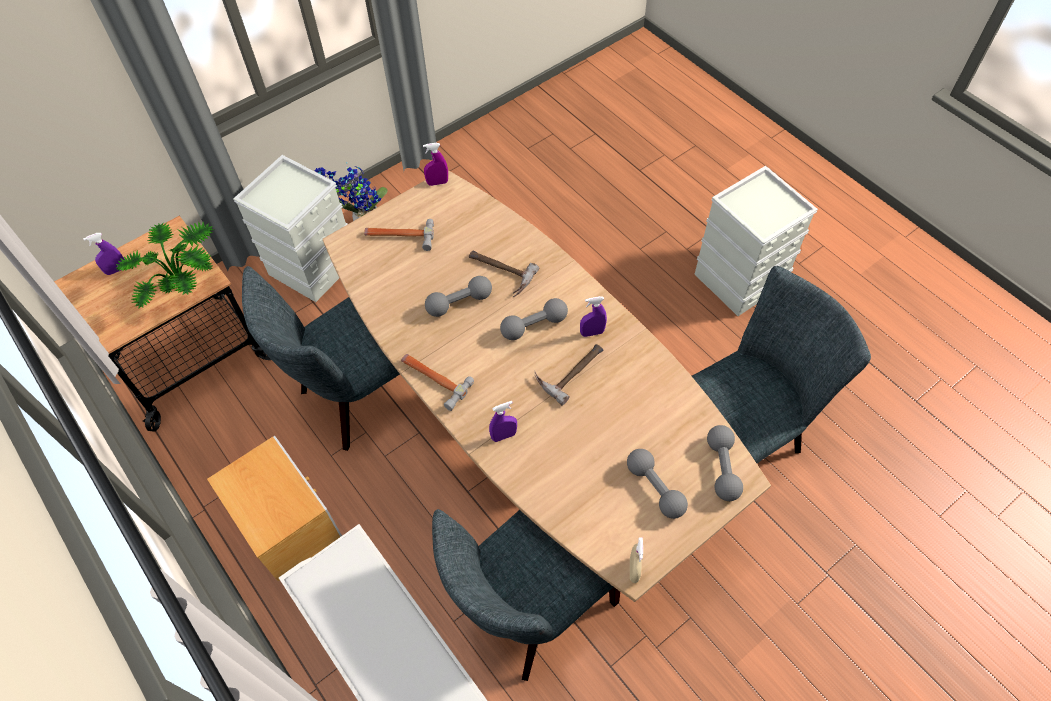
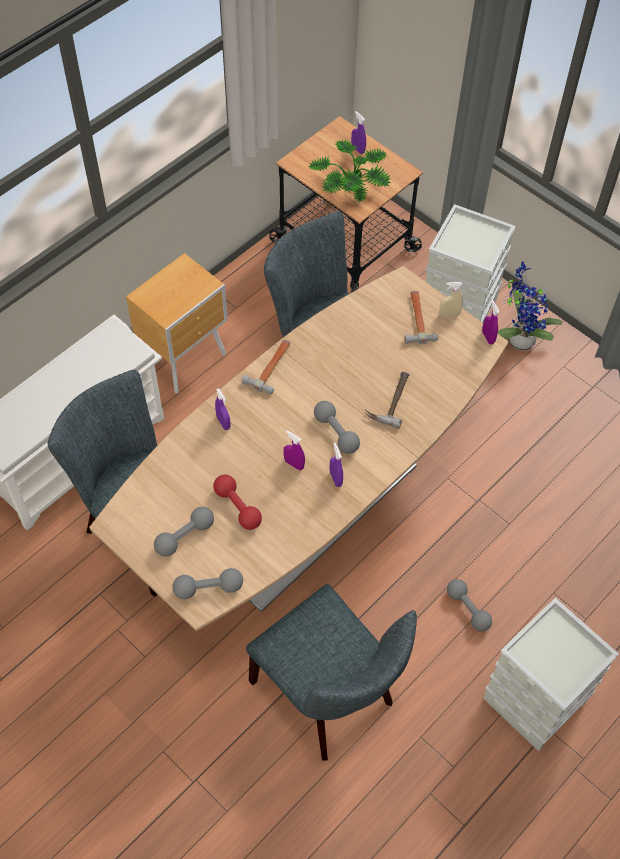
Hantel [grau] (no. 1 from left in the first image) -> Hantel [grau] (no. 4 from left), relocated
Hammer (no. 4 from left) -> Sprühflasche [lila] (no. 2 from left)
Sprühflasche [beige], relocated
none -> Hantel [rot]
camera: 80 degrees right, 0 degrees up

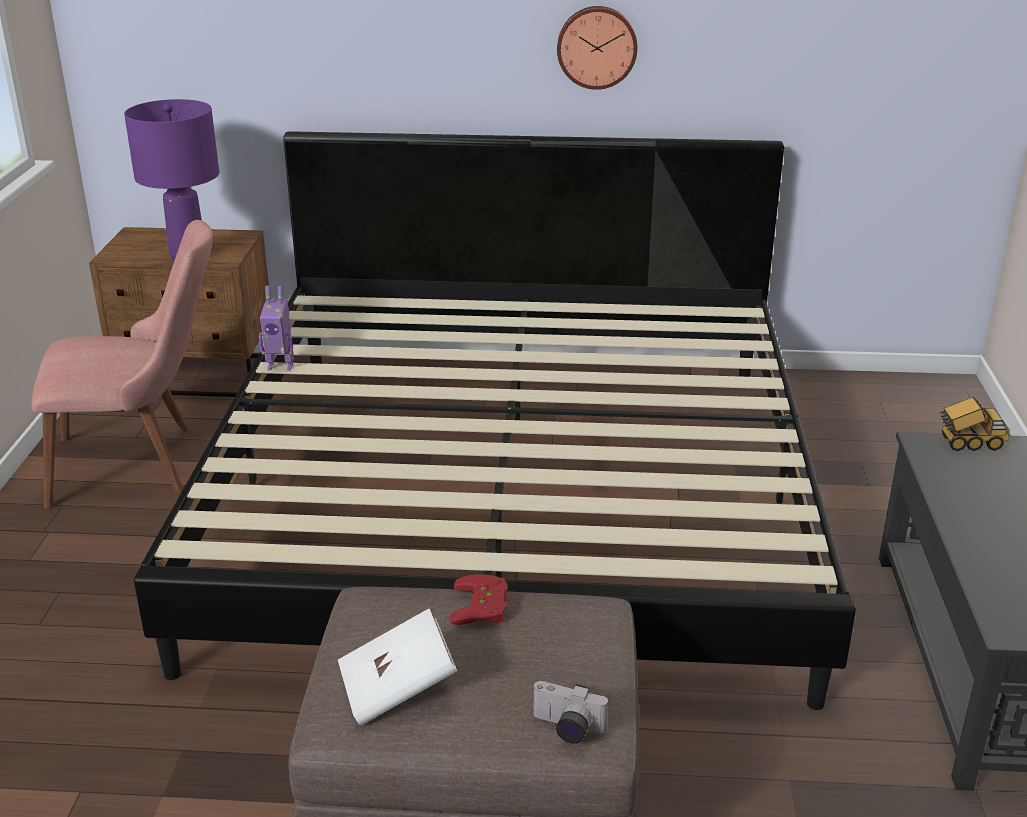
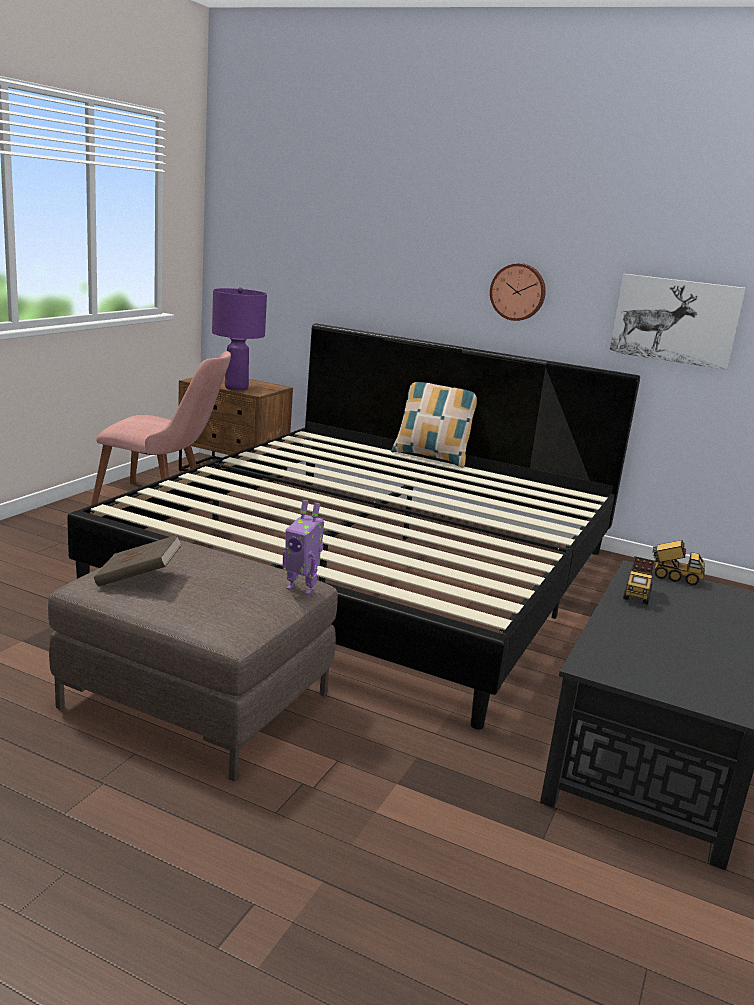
Spielzeugroboter, relocated
Gamepad [rot] -> none
Buch [weiß] -> Buch [braun]
Kamera -> none
none -> Bild
none -> Kissen
none -> Spielzeuglaster (no. 1 from left)
camera: 20 degrees right, 10 degrees down

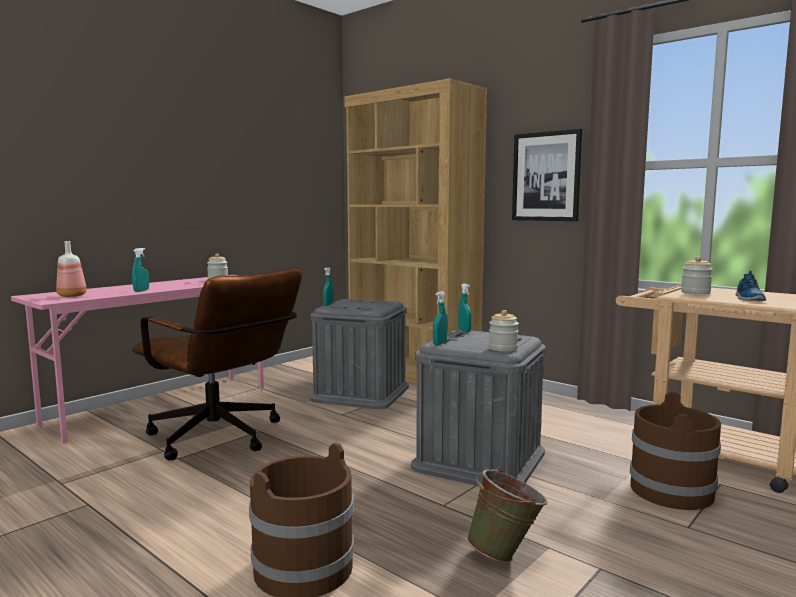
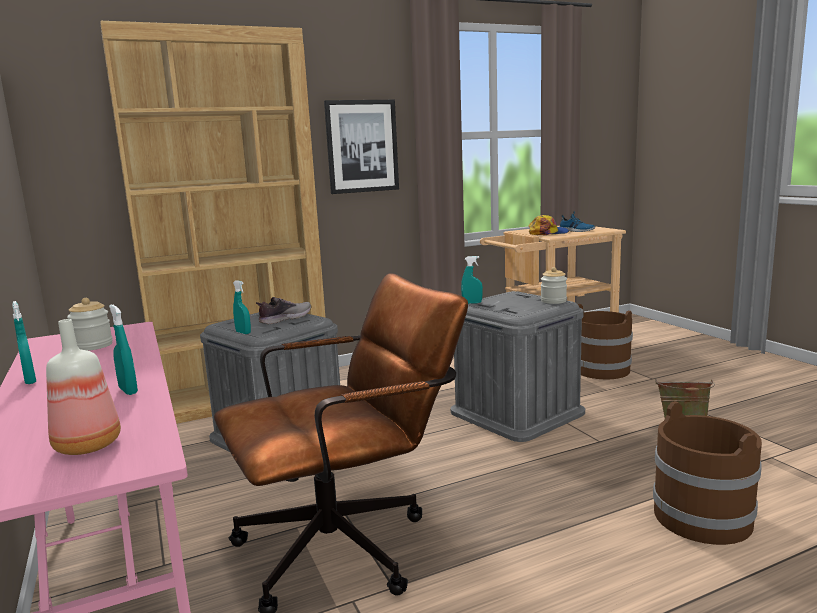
Vorratsglas (no. 3 from left) -> Kappe
Sprühflasche [türkis] (no. 3 from left in the first image) -> Sprühflasche [türkis] (no. 1 from left), relocated
none -> Schuh (no. 1 from left)
camera: 65 degrees left, 5 degrees up

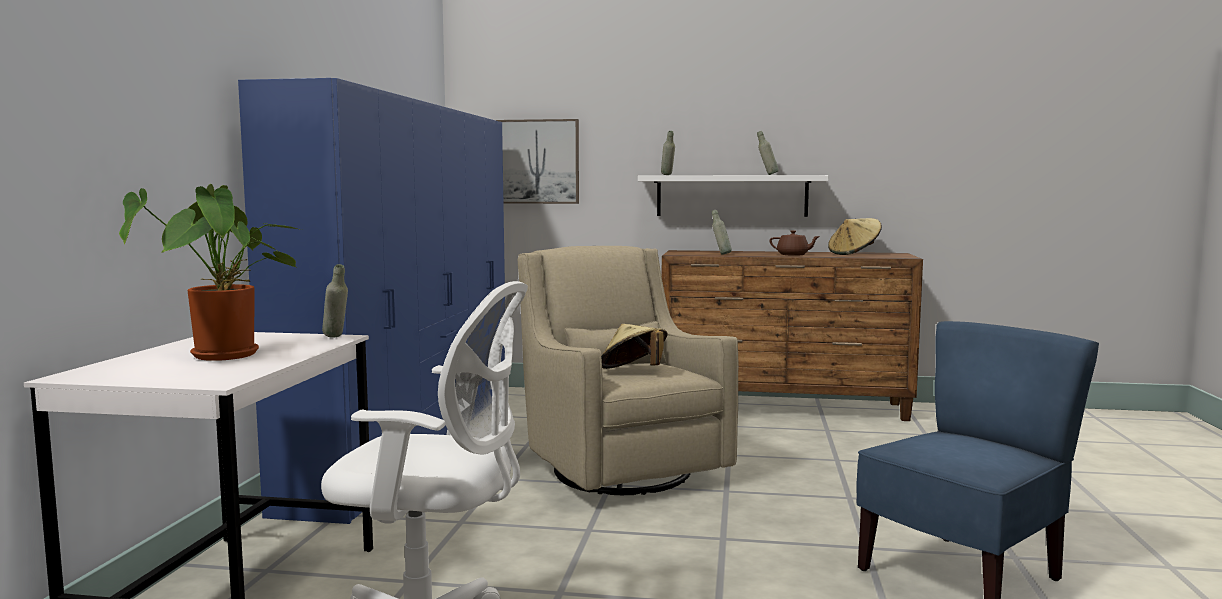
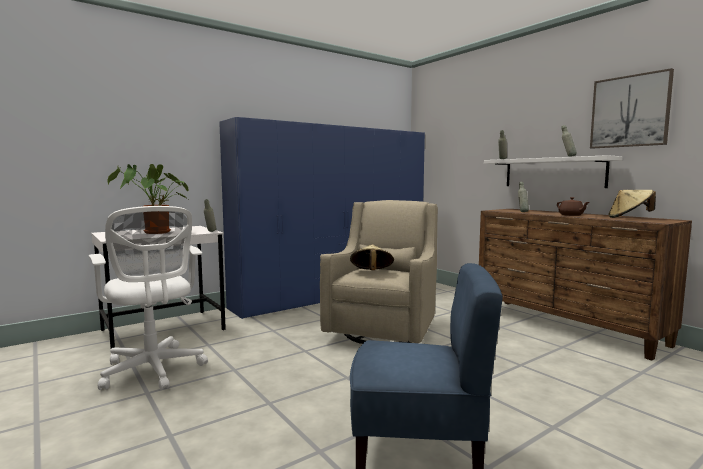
Bild, relocated
camera: 45 degrees right, 0 degrees up

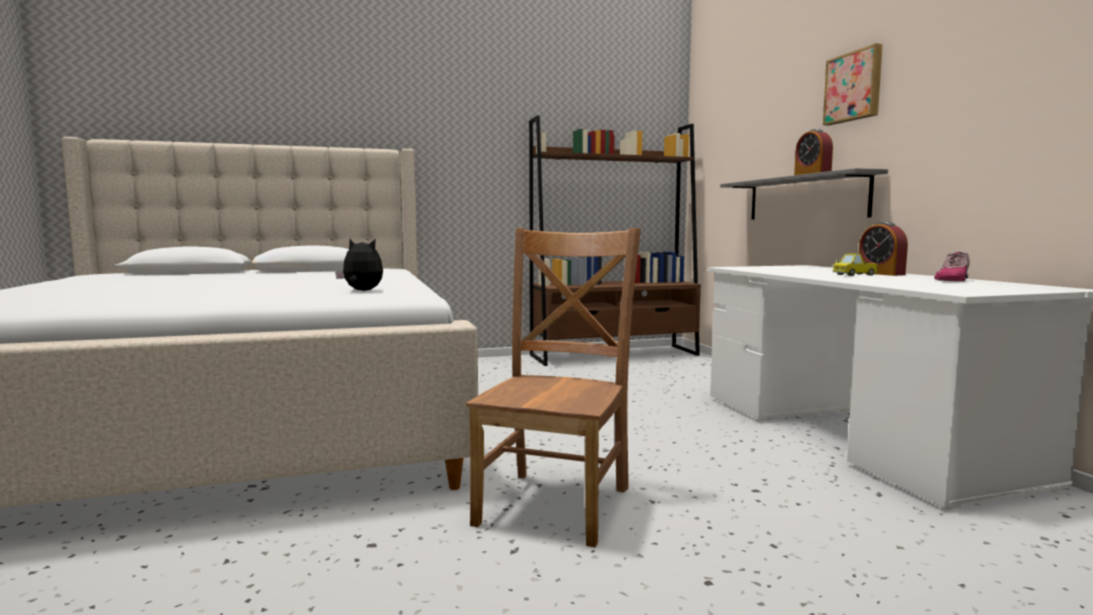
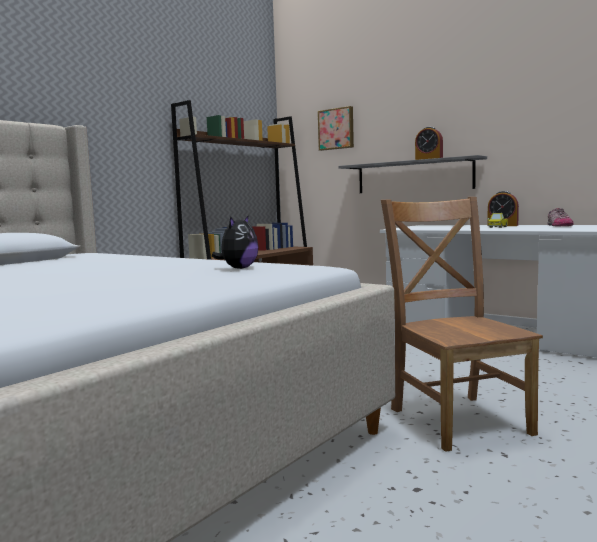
Bild, relocated
Plüschtier, 135 degrees clockwise
camera: 35 degrees left, 0 degrees up

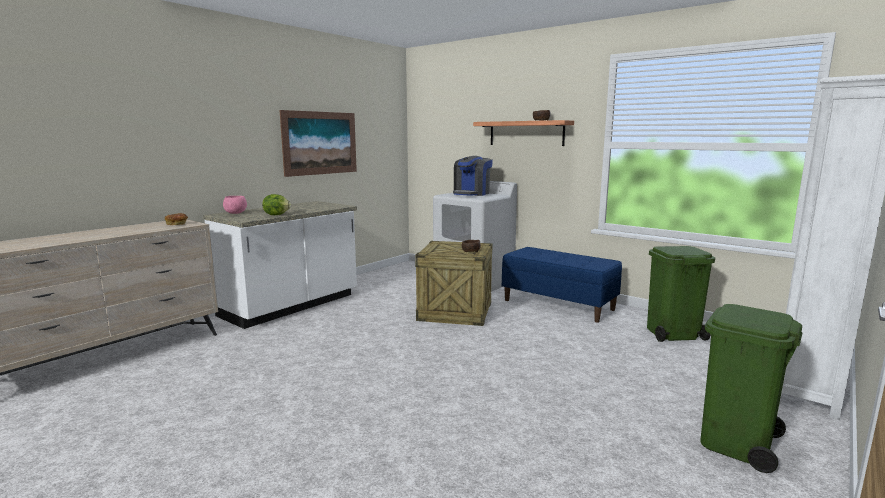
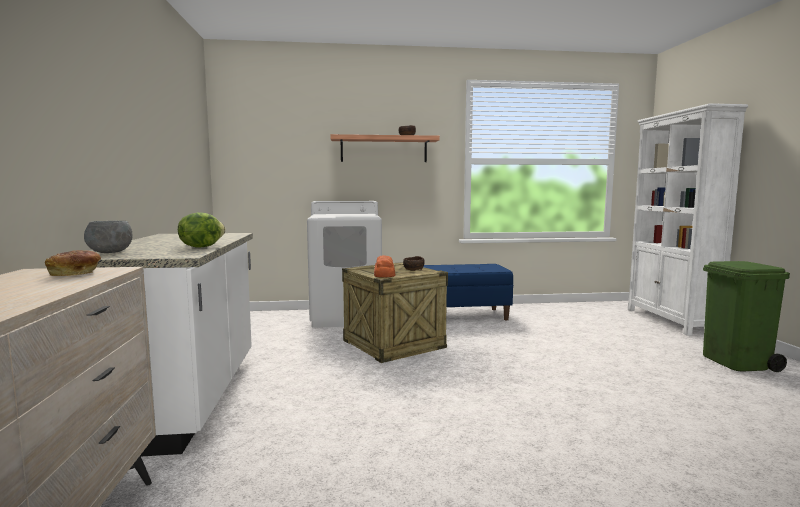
Bild -> none
Kaffeemaschine -> none
Schüssel [rosa] -> Schüssel [grau]
Mülleimer [grün] (no. 1 from left) -> none
none -> Brot (no. 2 from left)
camera: 45 degrees left, 5 degrees down

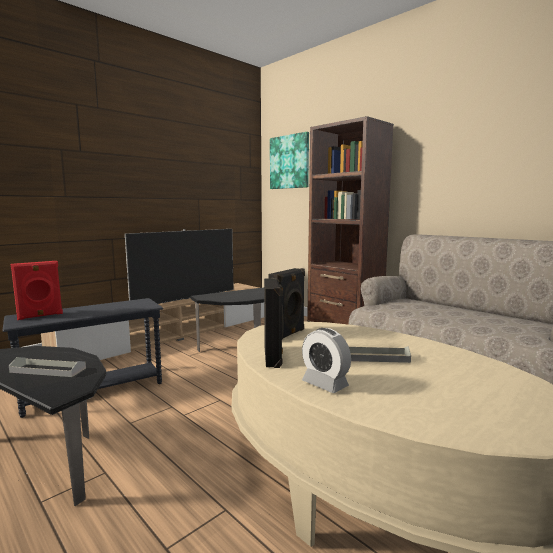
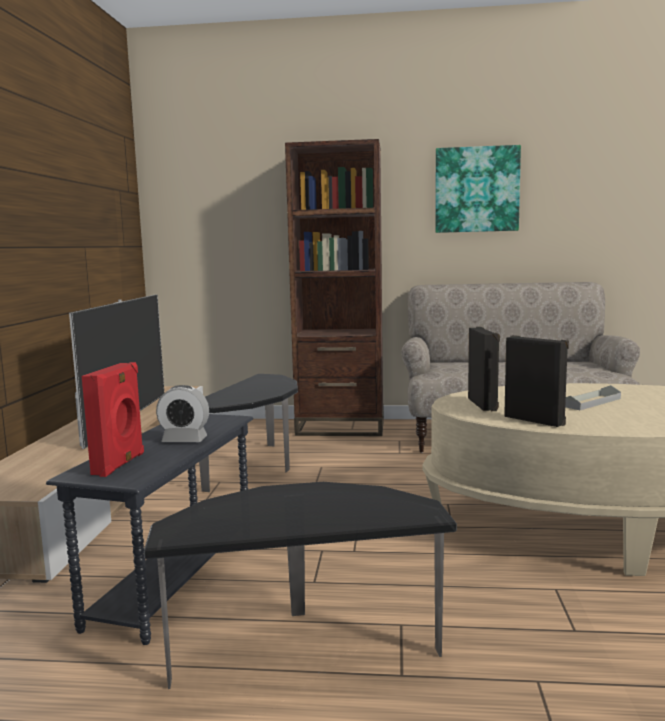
Bild, relocated
Wecker, relocated
Tablett [grau] (no. 1 from left) -> none
camera: 40 degrees left, 0 degrees up

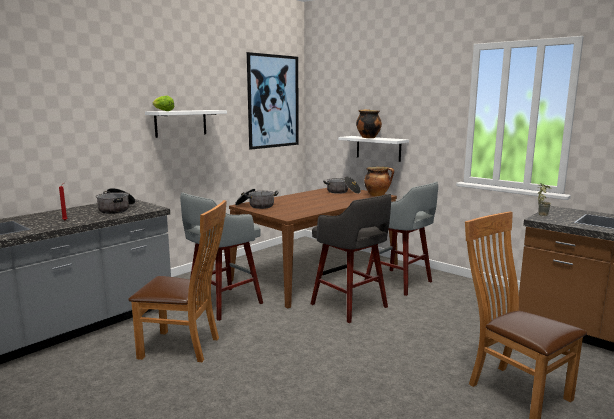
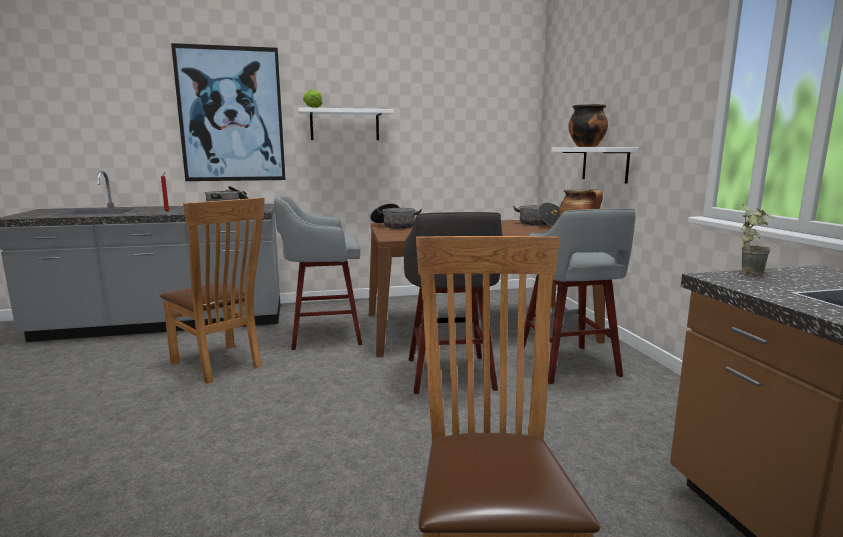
Bild, relocated
camera: 35 degrees right, 0 degrees up

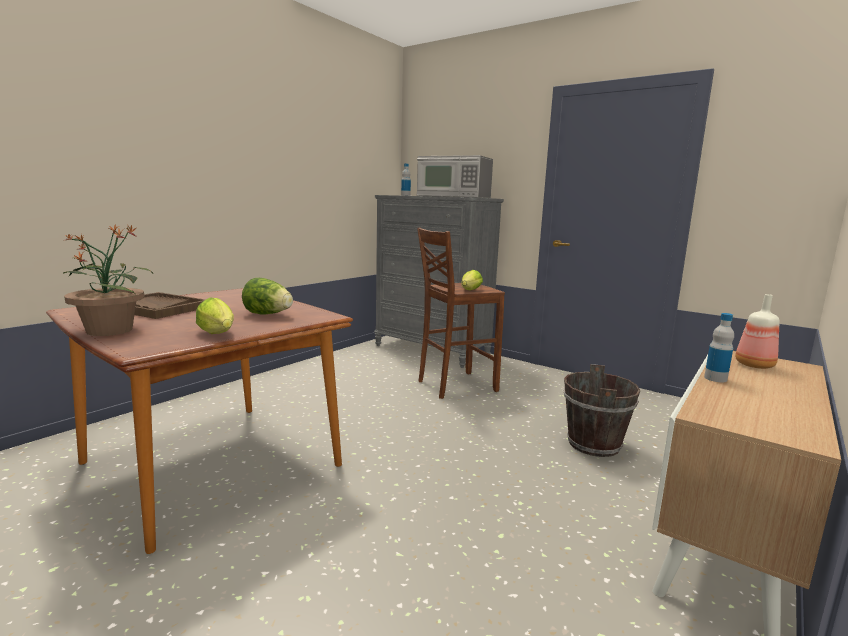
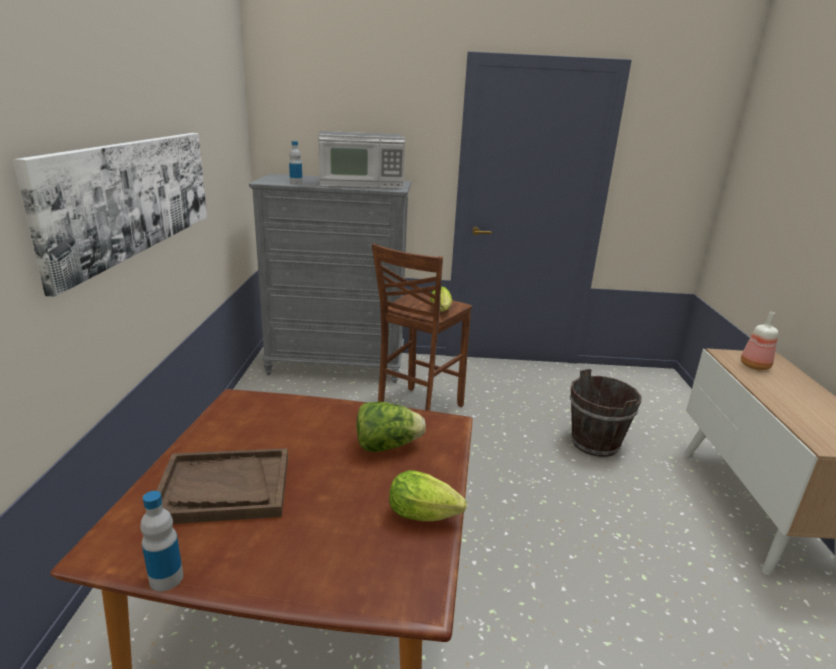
Topfpflanze -> none
Flasche (no. 2 from left in the first image) -> Flasche (no. 1 from left), relocated
none -> Bild
camera: 35 degrees left, 10 degrees up

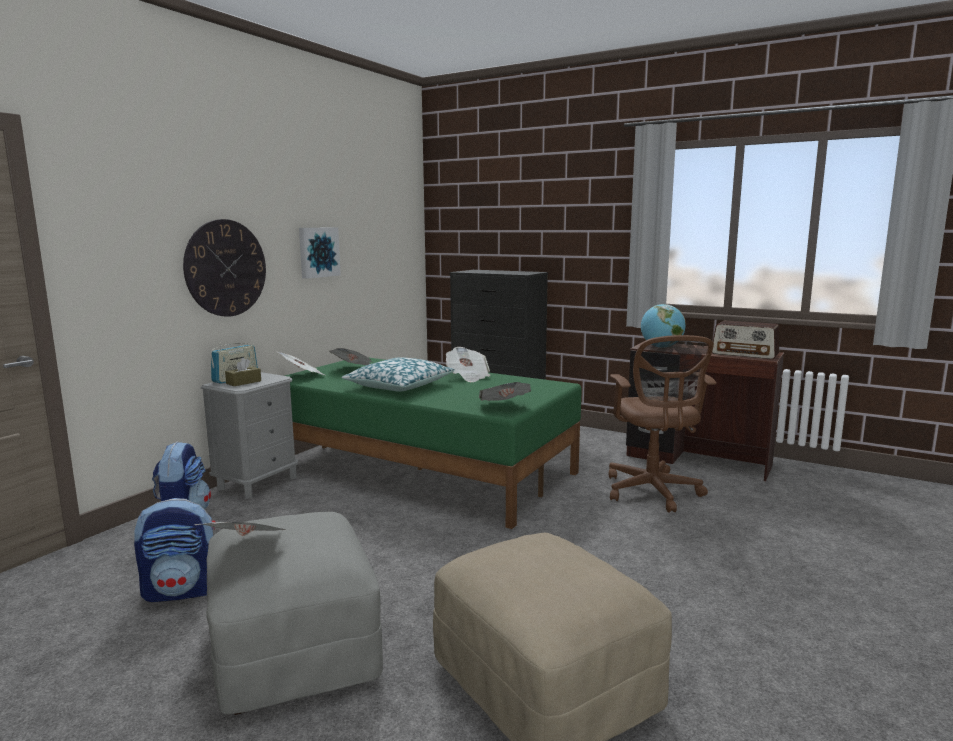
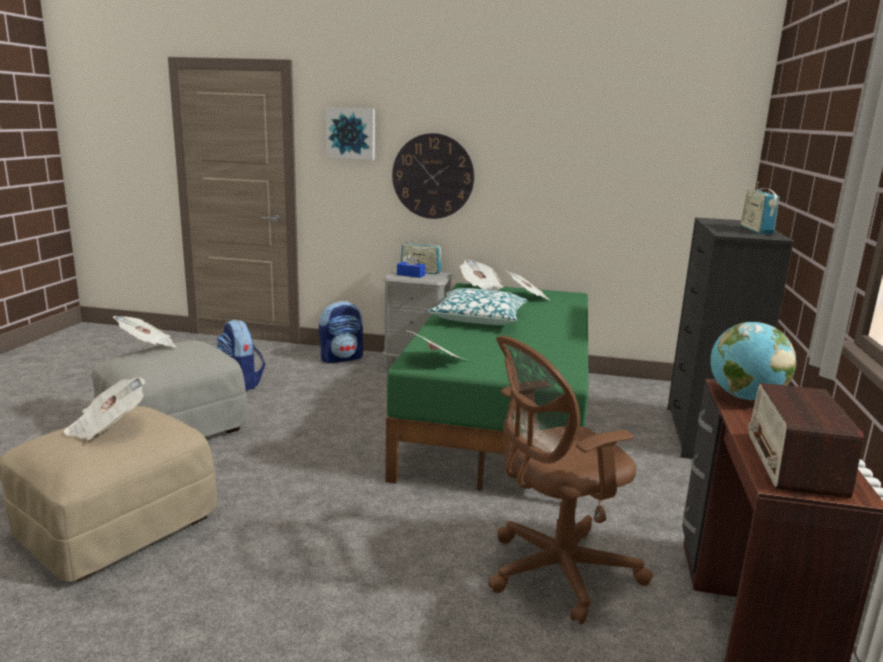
Bild, relocated
Zeitung (no. 4 from left in the first image) -> Zeitung (no. 1 from left), relocated
Taschentuchbox [braun] -> Taschentuchbox [blau]
none -> Radio (no. 2 from left)
camera: 70 degrees right, 5 degrees up

